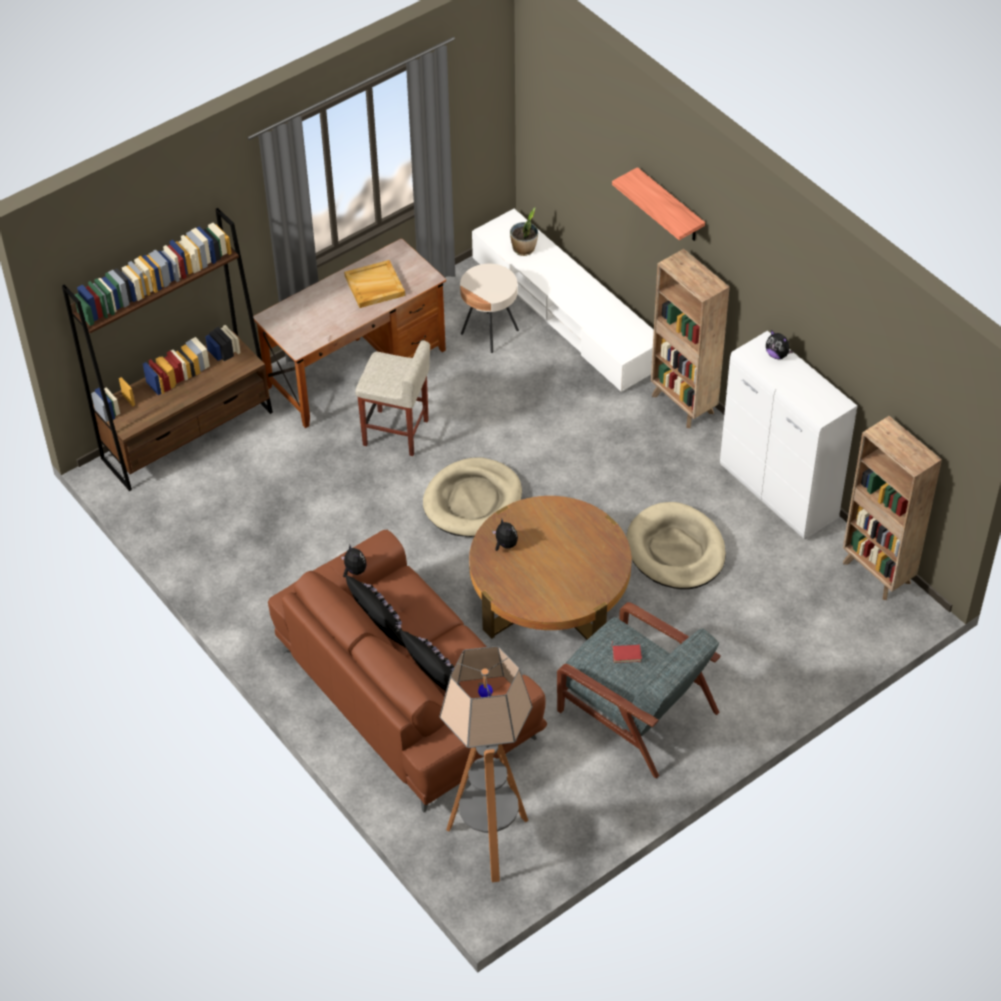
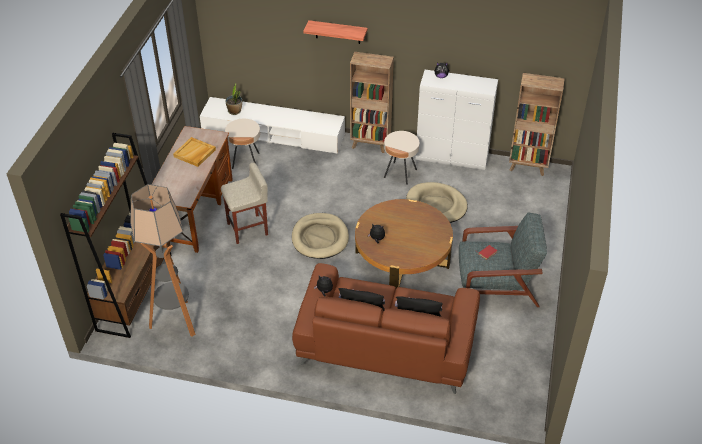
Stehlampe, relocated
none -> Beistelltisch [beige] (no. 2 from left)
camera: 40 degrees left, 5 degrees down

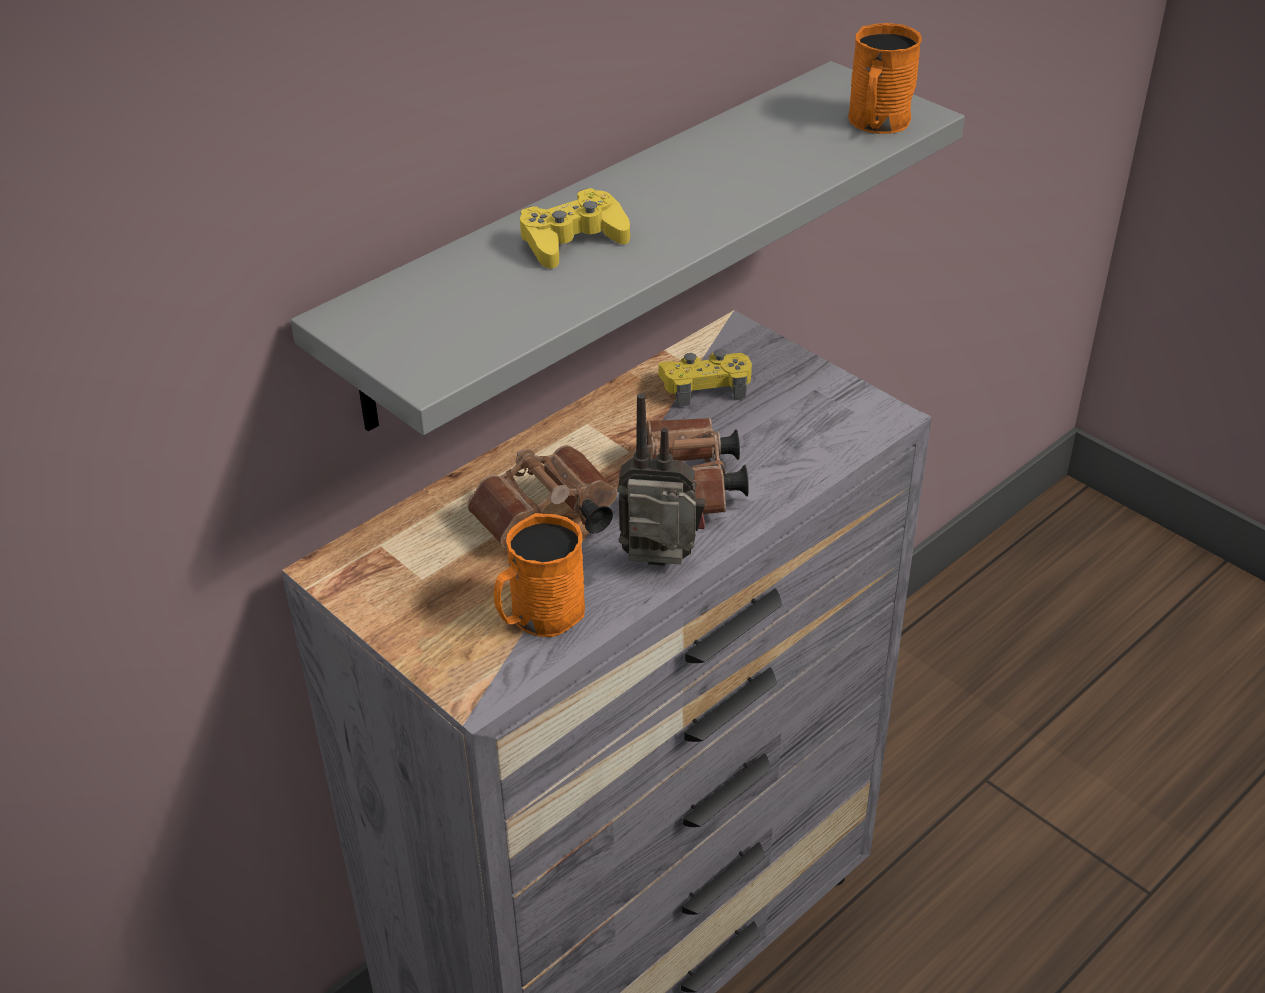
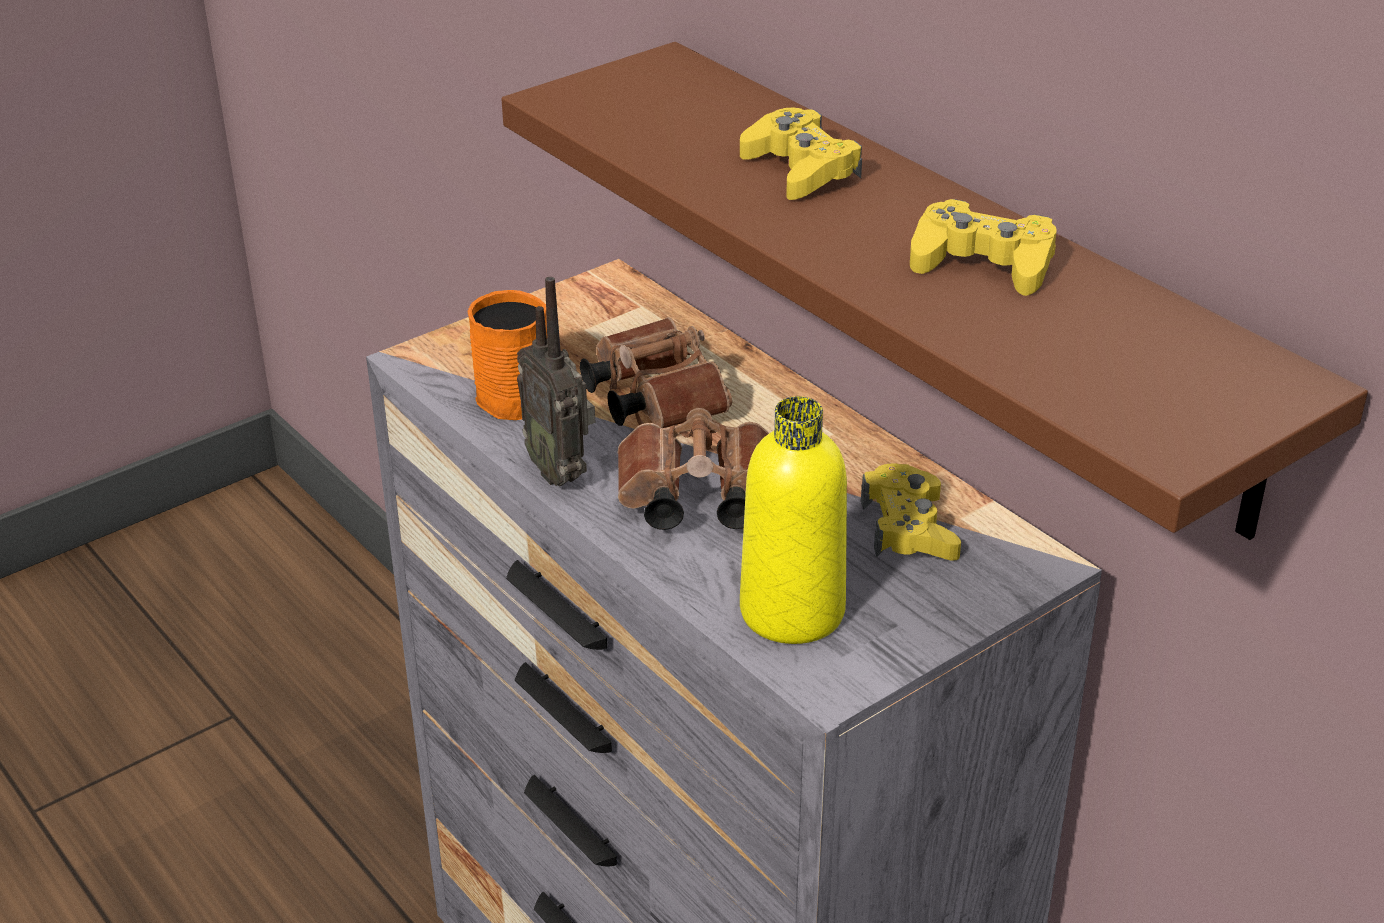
Henkelbecher [orange] (no. 2 from left) -> none
Wandregal [grau] -> Wandregal [braun]
Radio, 135 degrees clockwise
none -> Gamepad [gelb] (no. 3 from left)
none -> Flasche [gelb]
camera: 95 degrees right, 5 degrees down

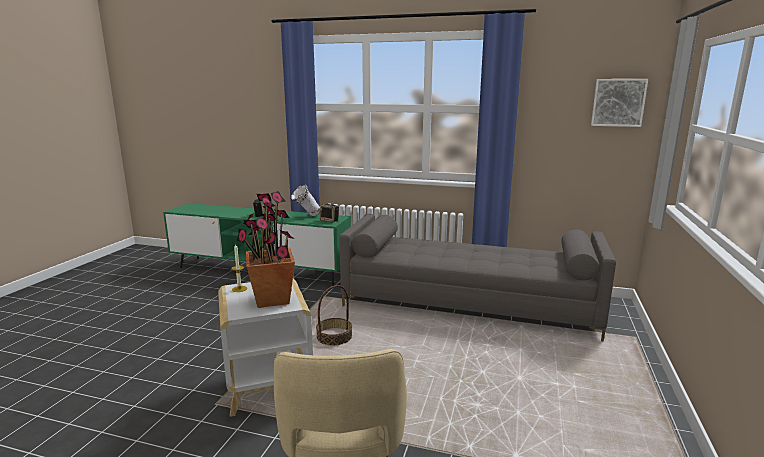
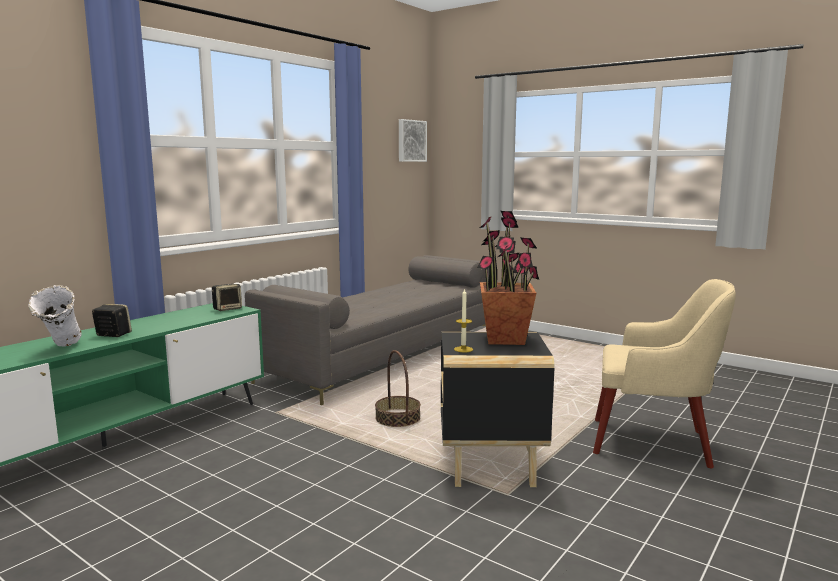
Vase [weiß], relocated
Beistelltisch [weiß] -> Beistelltisch [schwarz]
camera: 70 degrees left, 5 degrees down

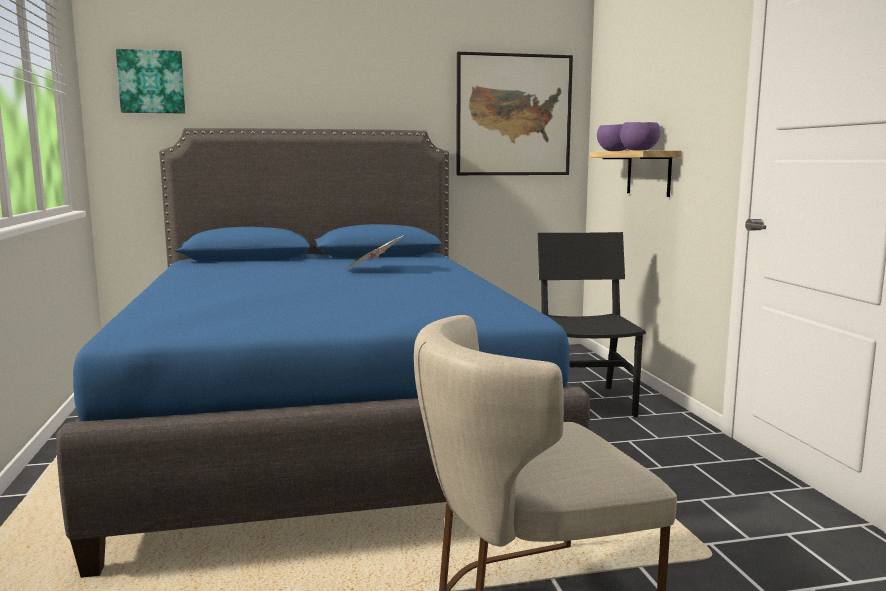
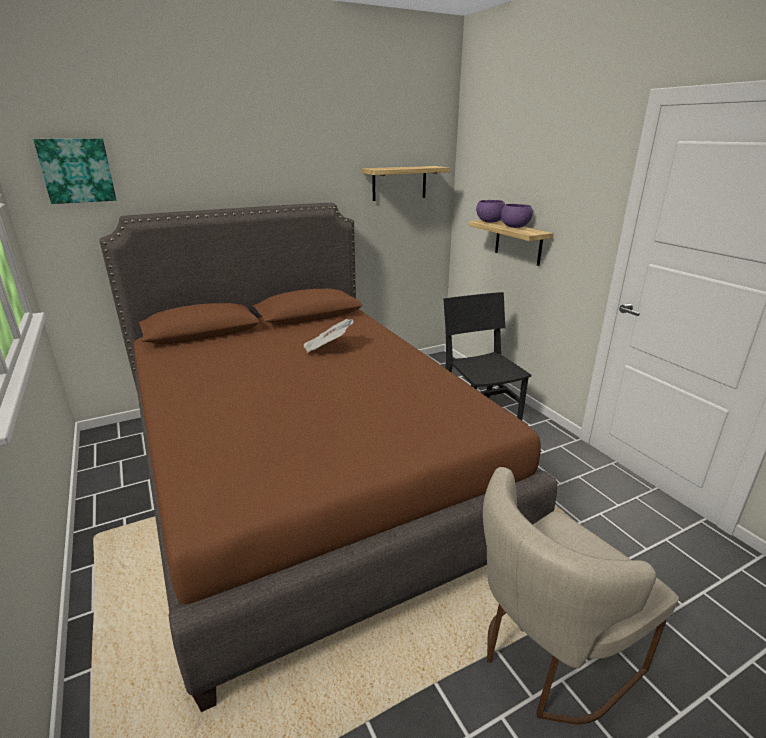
Bild (no. 2 from left) -> Wandregal (no. 1 from left)
Bett [blau] -> Bett [braun]
camera: 15 degrees left, 15 degrees up

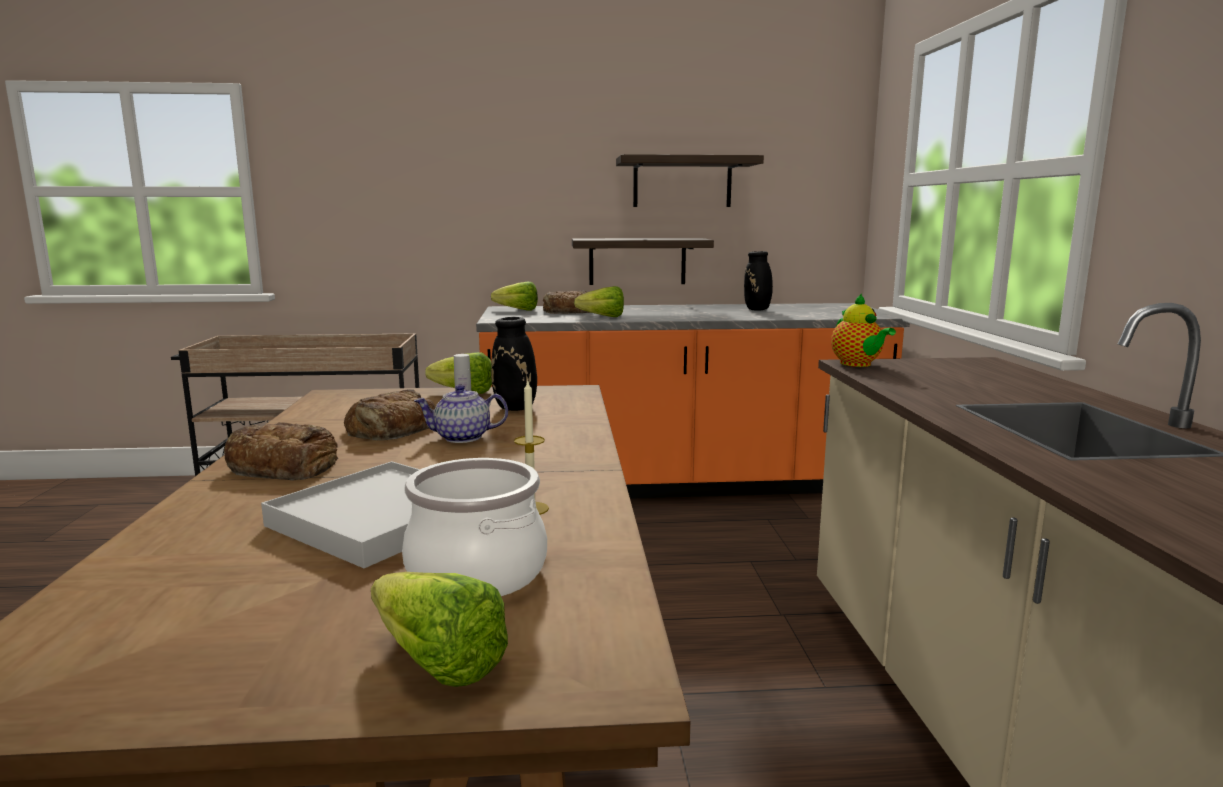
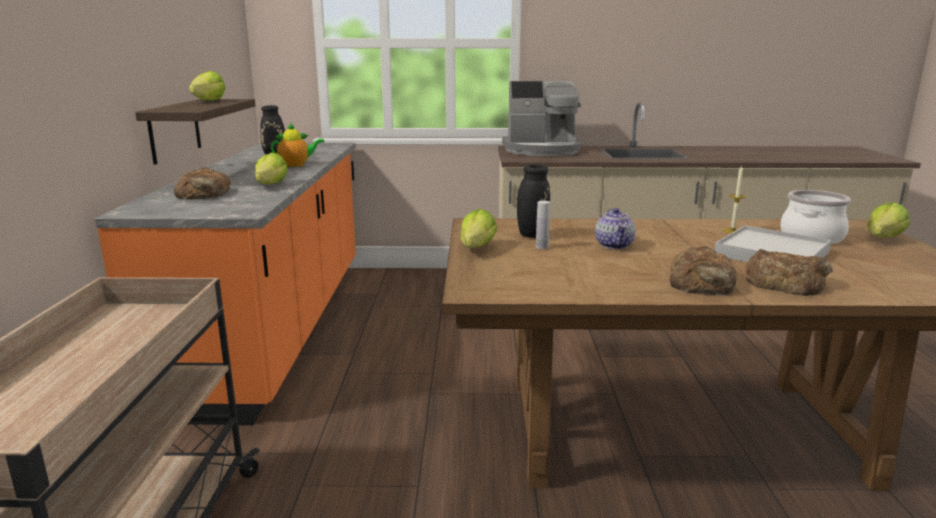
Wandregal (no. 2 from left) -> none
Salatkopf (no. 3 from left in the first image) -> Salatkopf (no. 1 from left), relocated
Teekanne (no. 2 from left in the first image) -> Teekanne (no. 1 from left), relocated
Brot (no. 2 from left in the first image) -> Brot (no. 3 from left), relocated
none -> Kaffeemaschine
camera: 85 degrees left, 5 degrees up

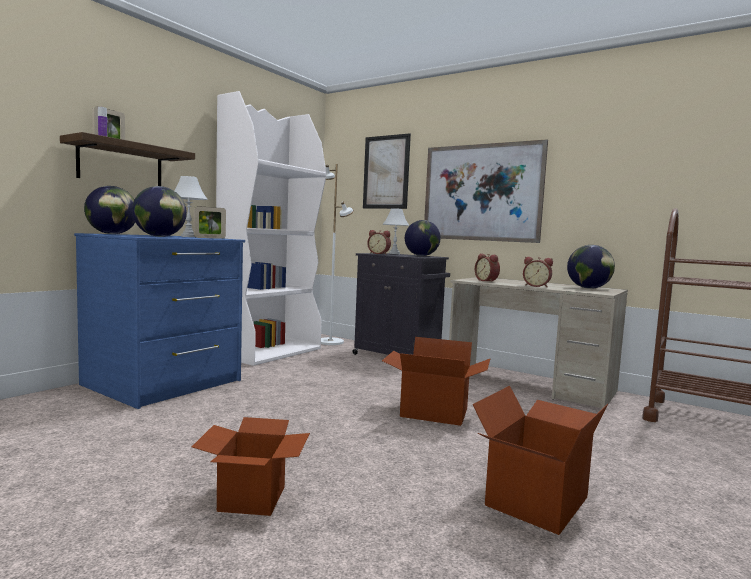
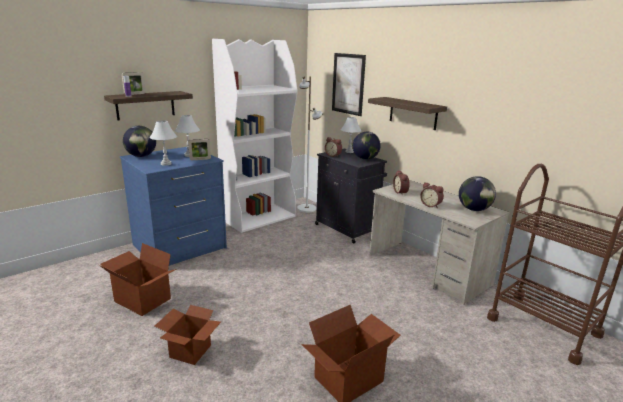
Bild (no. 2 from left) -> Wandregal (no. 2 from left)
Globus (no. 2 from left) -> Tischlampe [weiß] (no. 1 from left)
Karton (no. 2 from left in the first image) -> Karton (no. 1 from left), relocated
camera: 15 degrees right, 15 degrees up

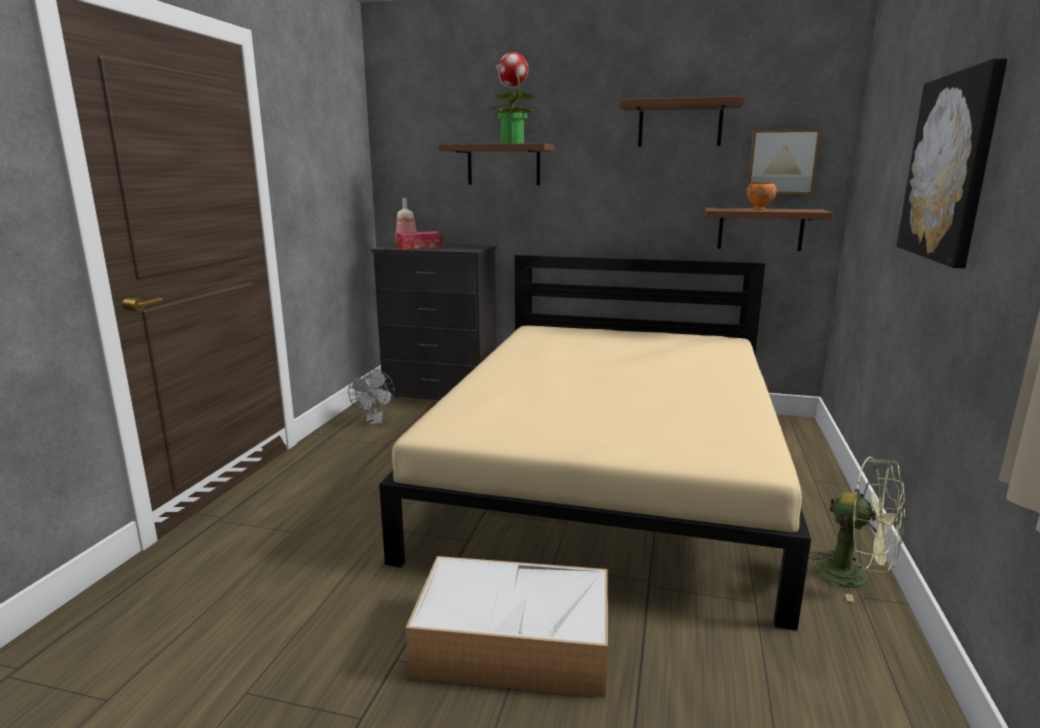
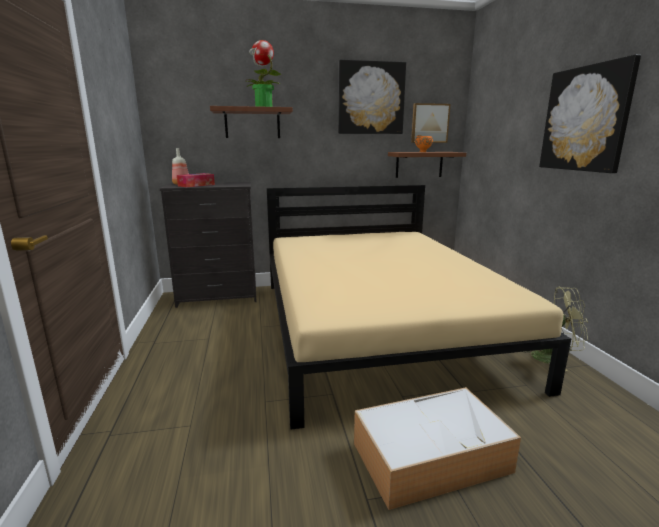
Wandregal [braun] (no. 2 from left) -> Bild (no. 1 from left)
Ventilator [grau] -> none
camera: 25 degrees left, 0 degrees up

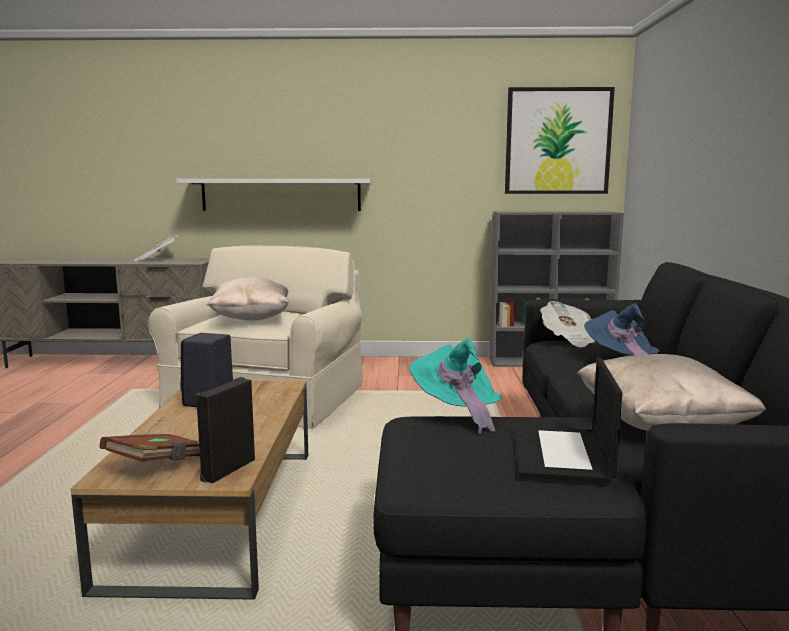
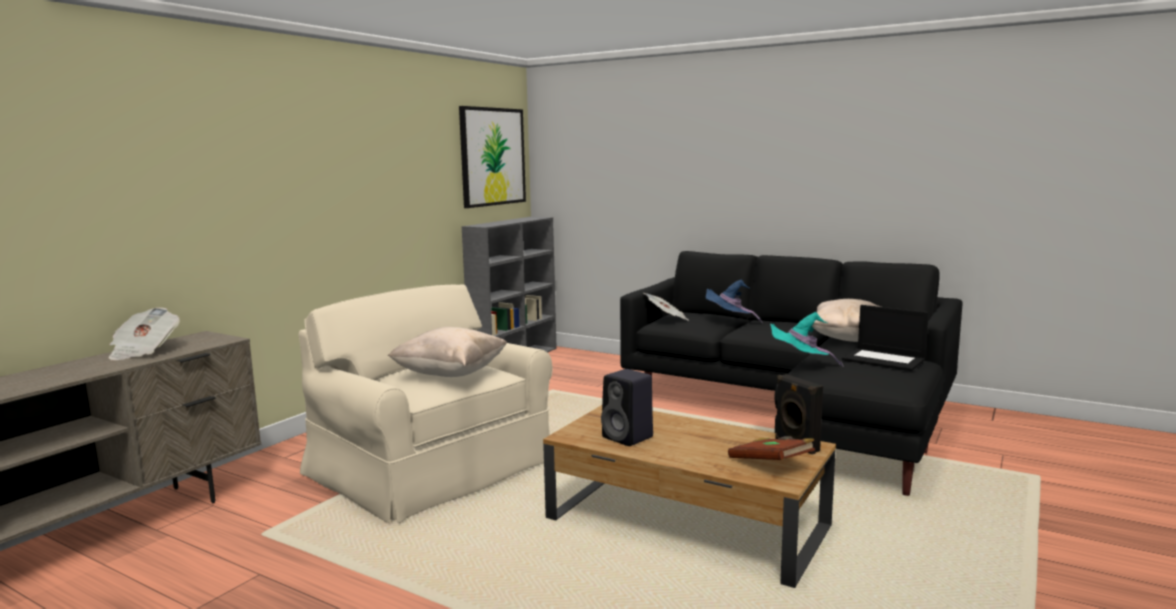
Wandregal [weiß] -> none
camera: 60 degrees left, 0 degrees up

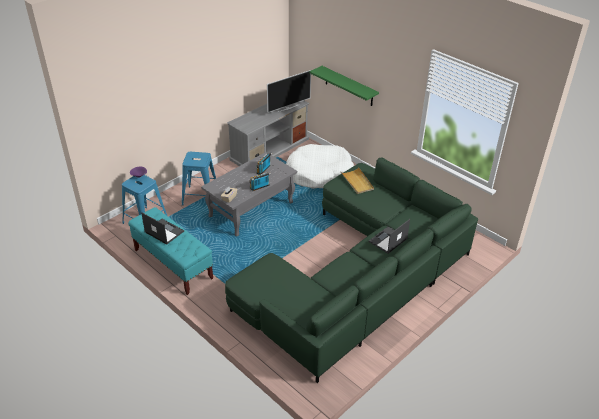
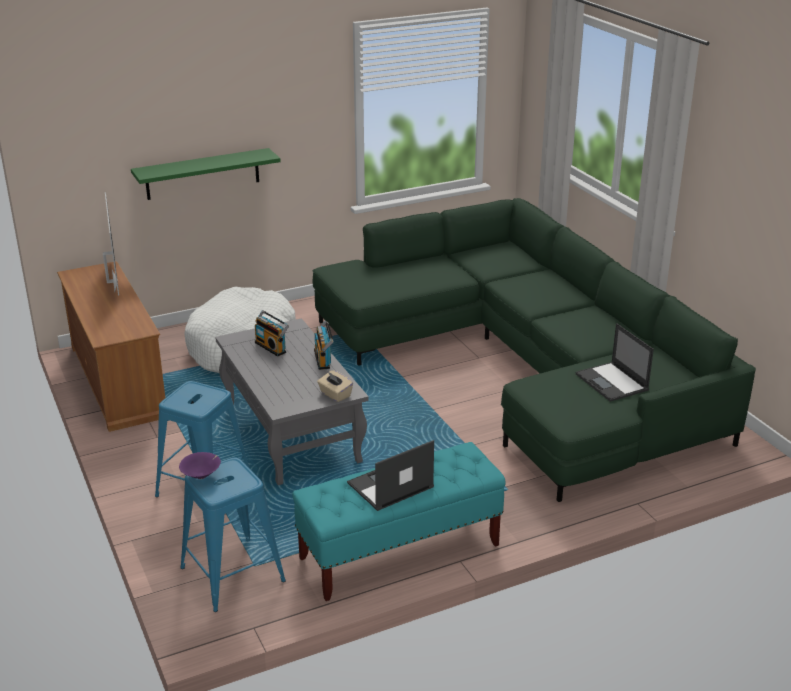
Fernsehschrank [grau] -> Fernsehschrank [braun]
Tablett [beige] -> none
Laptop (no. 2 from left), relocated
camera: 70 degrees left, 10 degrees down

